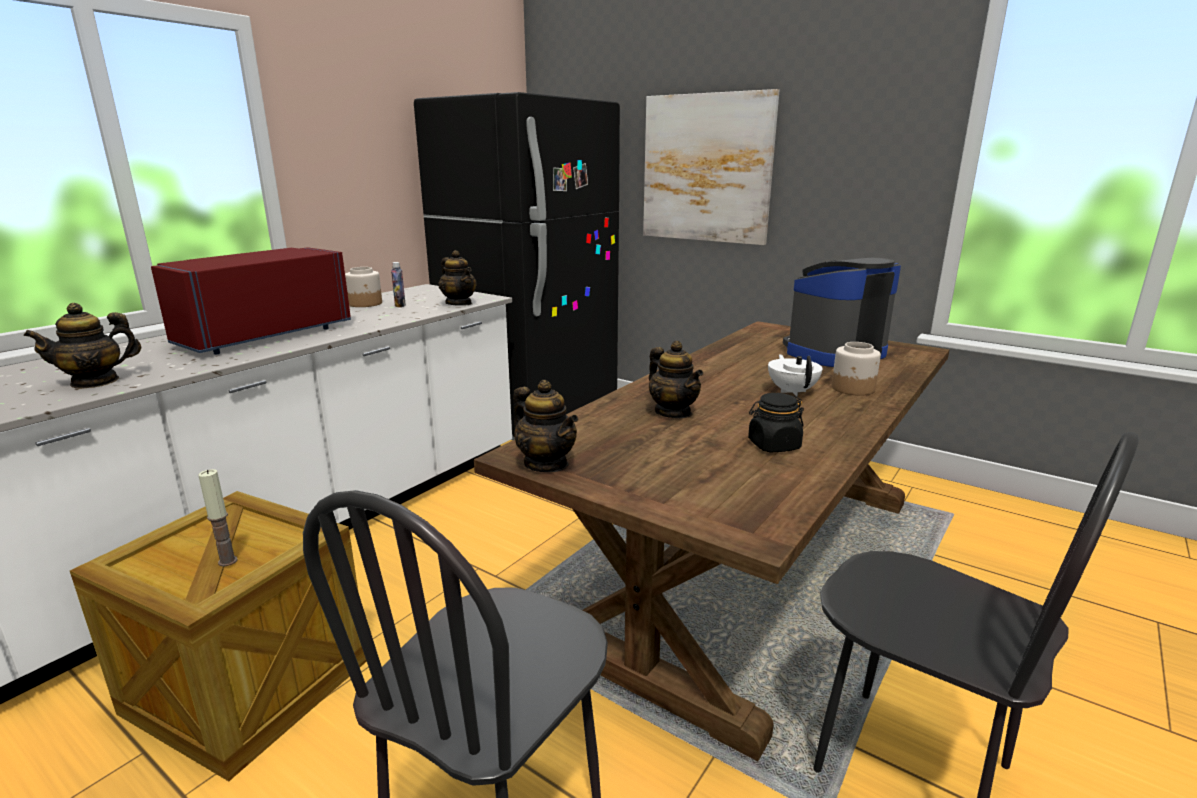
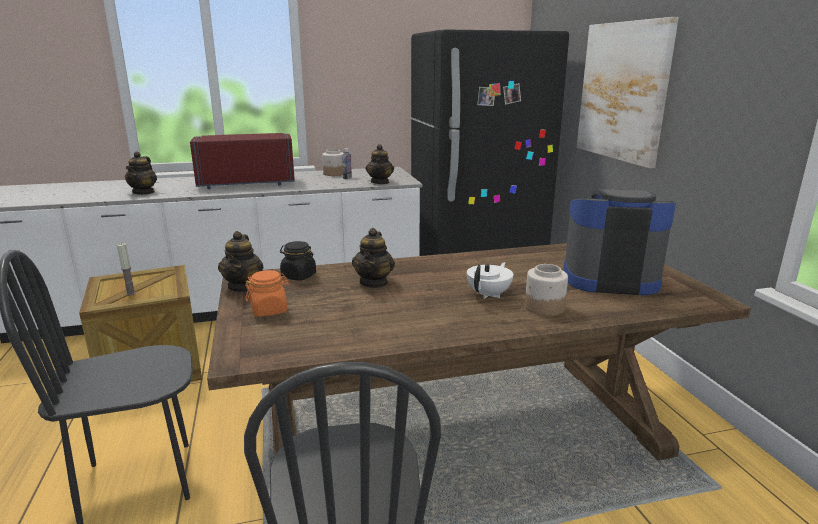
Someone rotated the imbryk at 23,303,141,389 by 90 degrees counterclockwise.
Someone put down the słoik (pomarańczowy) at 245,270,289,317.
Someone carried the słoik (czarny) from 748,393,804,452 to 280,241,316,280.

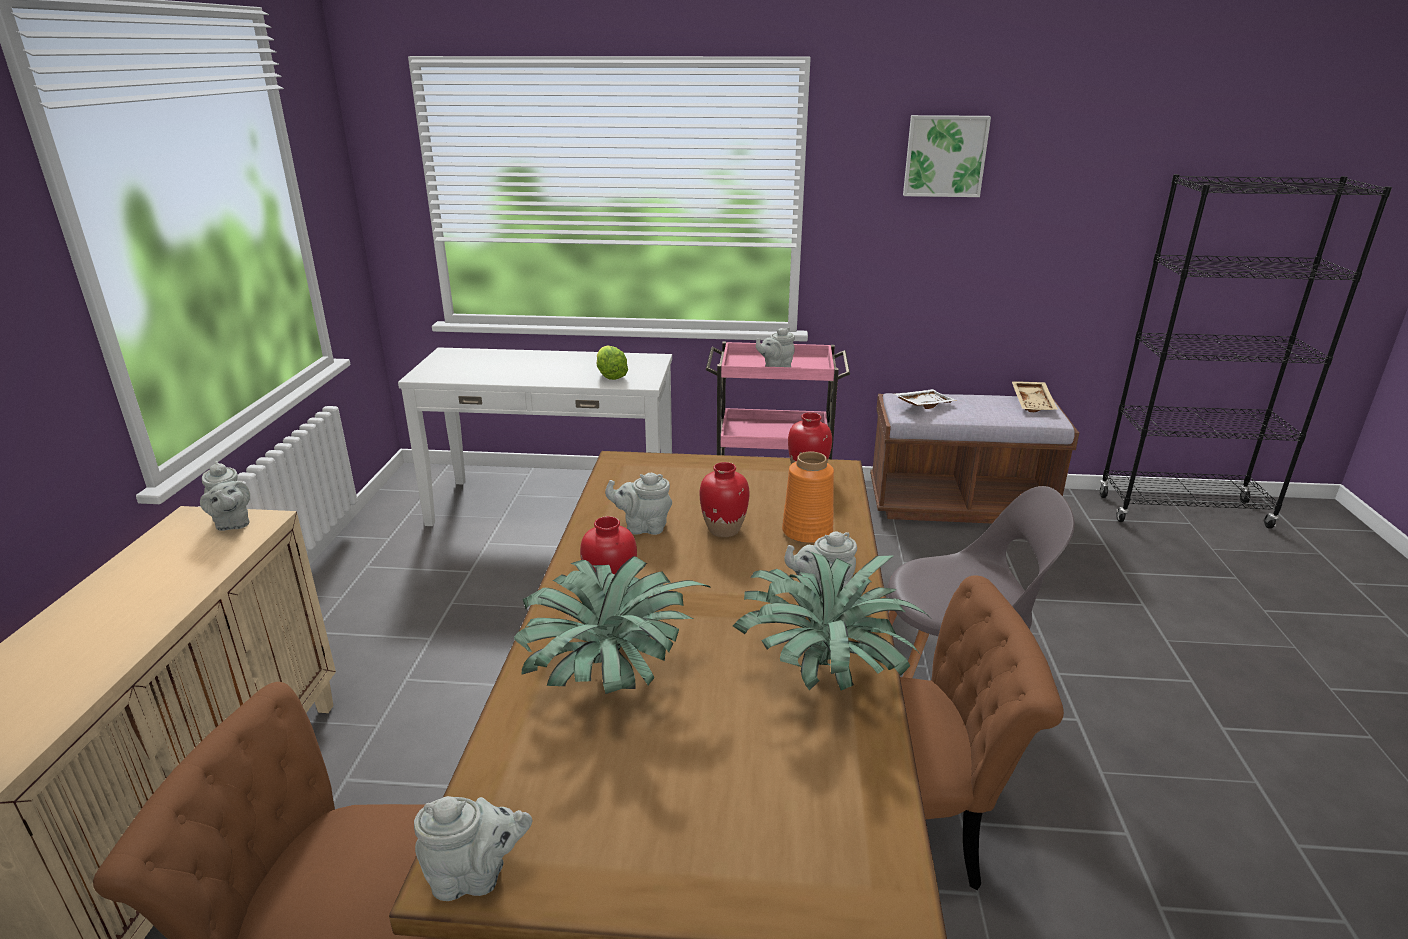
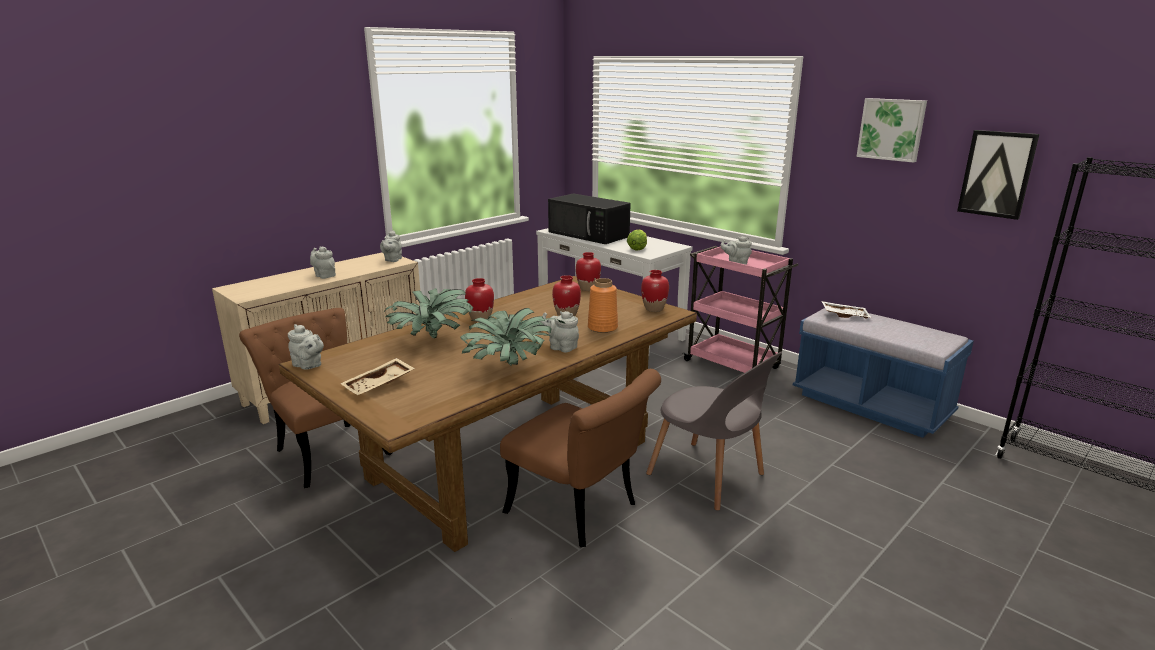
Someone carried the imbryk (szary) from 605,473,672,535 to 310,246,336,279.
Someone carried the taca (beżowy) from 1012,381,1057,412 to 341,358,415,395.
Someone put down the mikrofalówka (czarny) at 548,193,631,244.
Someone put down the wazon (czerwony) at 576,252,601,291.
Someone repainted the ławka (brązowy) at 870,393,1079,523, which became the ławka (niebieski) at 793,308,974,438.
Someone put up the obraz at 957,130,1040,220.

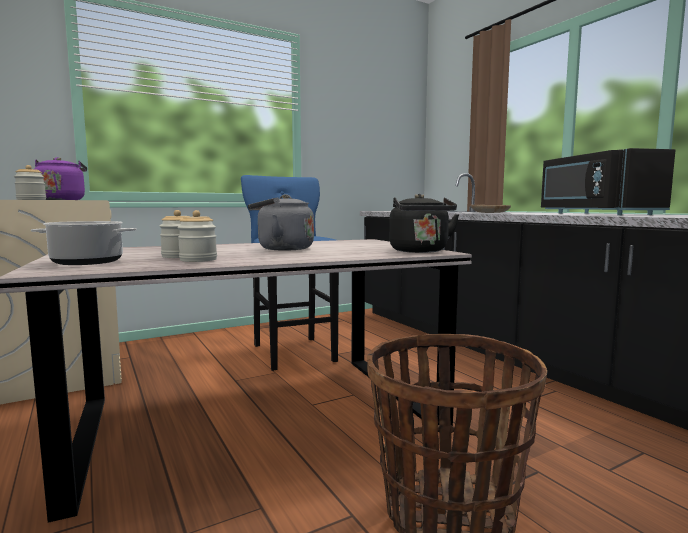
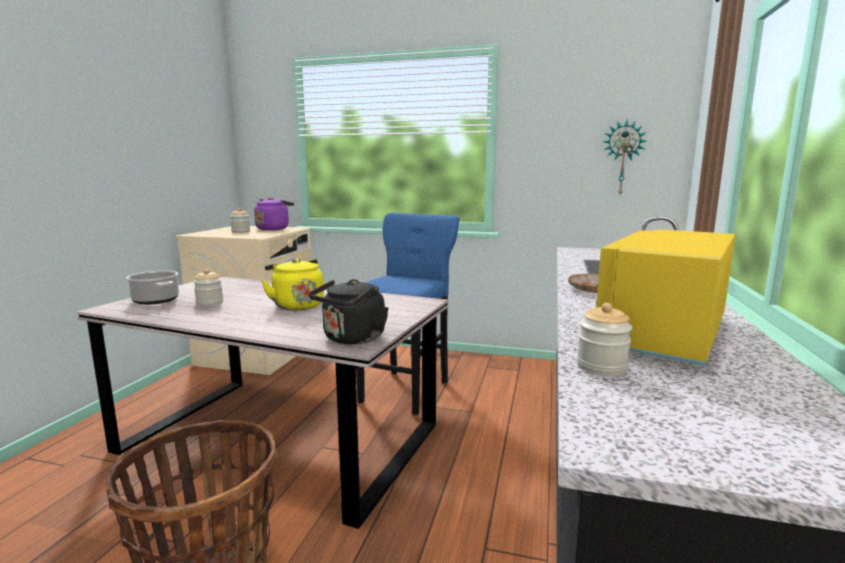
Someone repainted the czajnik (szary) at 248,194,314,251, which became the czajnik (żółty) at 261,258,324,310.
Someone carried the słoik from 177,210,217,262 to 577,303,633,376.
Someone repainted the mikrofalówka (czarny) at 541,148,675,215, which became the mikrofalówka (żółty) at 596,229,735,366.
Someone put up the zegar ścienny at 603,120,647,195.

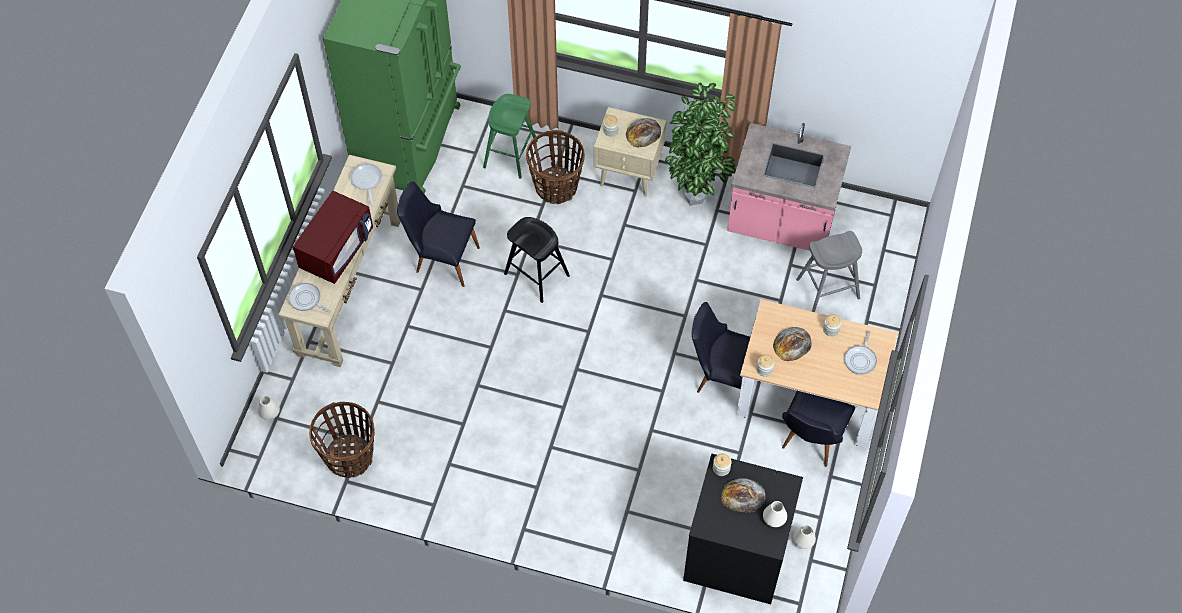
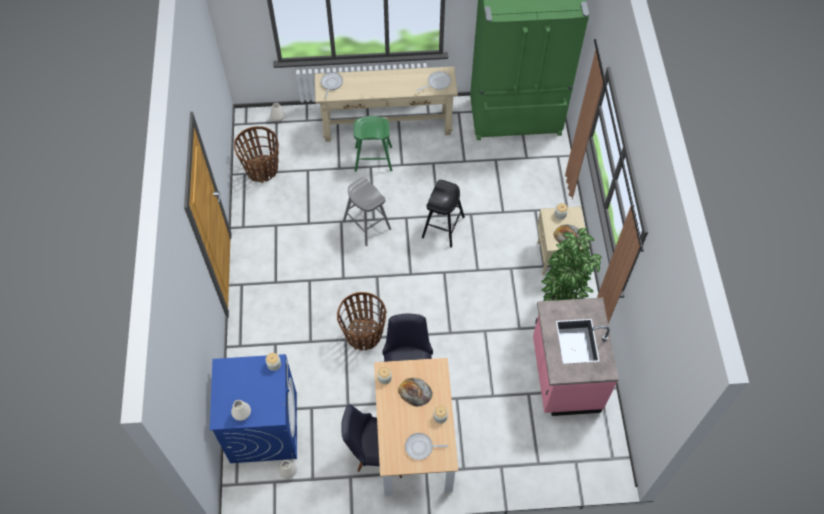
Someone repainted the pralka (czarny) at 683,454,803,604, which became the pralka (niebieski) at 210,354,297,463.
Someone carried the koszyk from 526,130,585,204 to 337,292,387,350.
Someone carried the stołek (szary) from 796,231,862,312 to 343,177,391,246.
Someone carried the stołek (zielony) from 483,94,538,179 to 354,116,392,172.
Someone took away the mikrofalówka (czerwony) at 293,191,373,284.
Someone took away the krzesło (czarny) at 397,182,480,287.
Someone took away the chleb at 721,478,766,513.

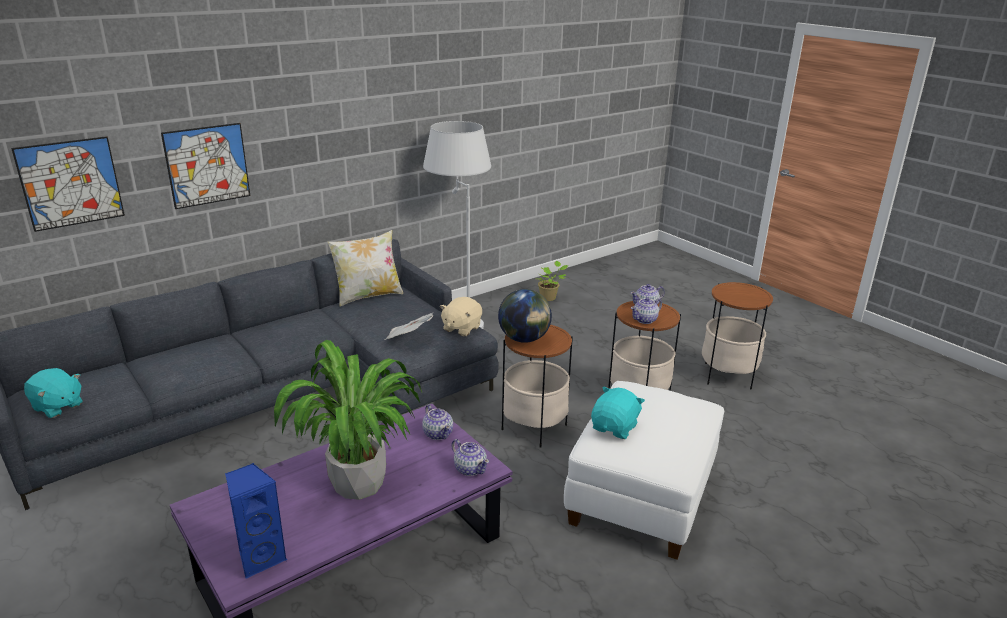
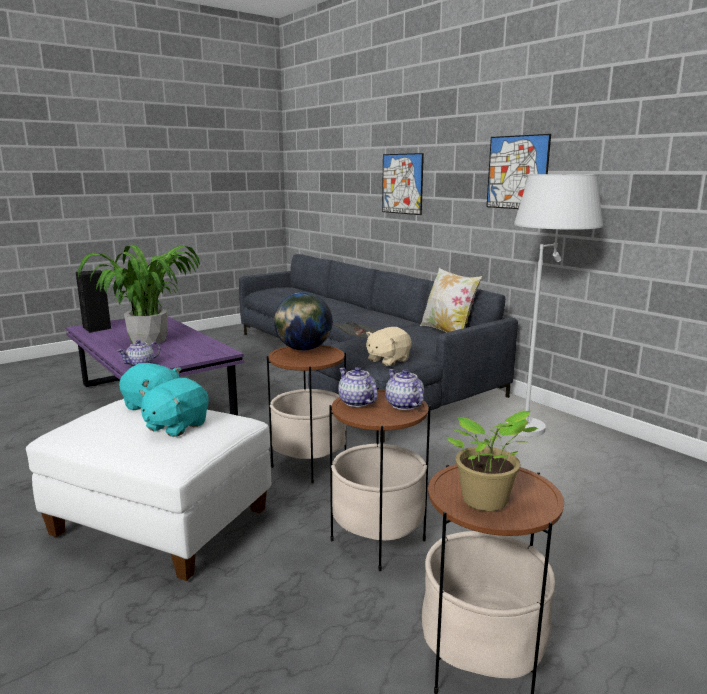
Someone repainted the głośnik (niebieski) at 225,463,288,579, which became the głośnik (czarny) at 76,270,111,333.
Someone carried the pluszak (turkusowy) from 24,368,83,418 to 139,378,209,437.
Someone rotated the pluszak (beżowy) at 440,297,482,337 by 75 degrees counterclockwise.
Someone carried the roślina doniczkowa from 538,261,569,301 to 447,411,538,511.
Someone carried the obraz from 11,136,125,232 to 487,134,551,209.
Someone took away the imbryk at 422,405,453,440.

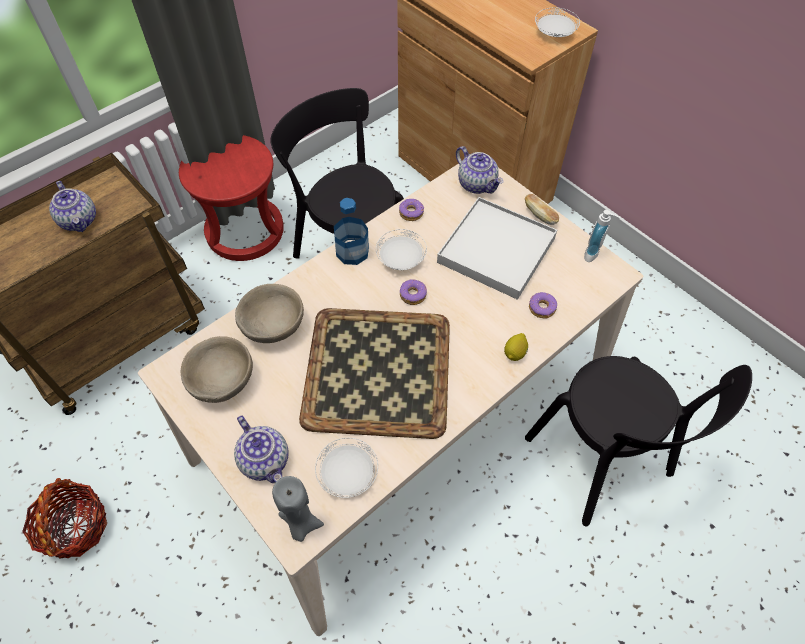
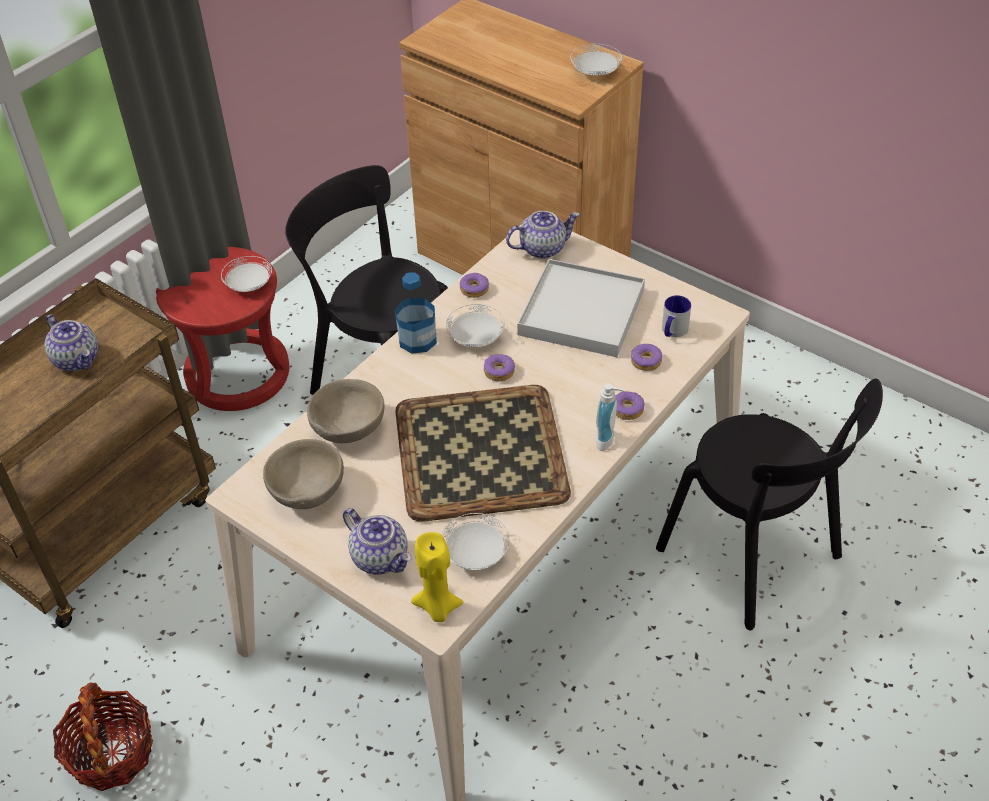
Someone put down the talerz (biały) at 221,256,272,292.
Someone repainted the świeca (szary) at 272,476,324,542, which became the świeca (żółty) at 411,532,464,622.
Someone rotated the imbryk at 456,146,503,194 by 60 degrees counterclockwise.
Someone carried the dozownik mydła from 584,210,620,262 to 596,384,625,451.
Someone swapped the cytryna at 504,333,528,361 for the donut at 616,391,645,420.
Someone put down the kubek at 662,295,691,337.
Someone took away the chleb at 525,194,559,225.

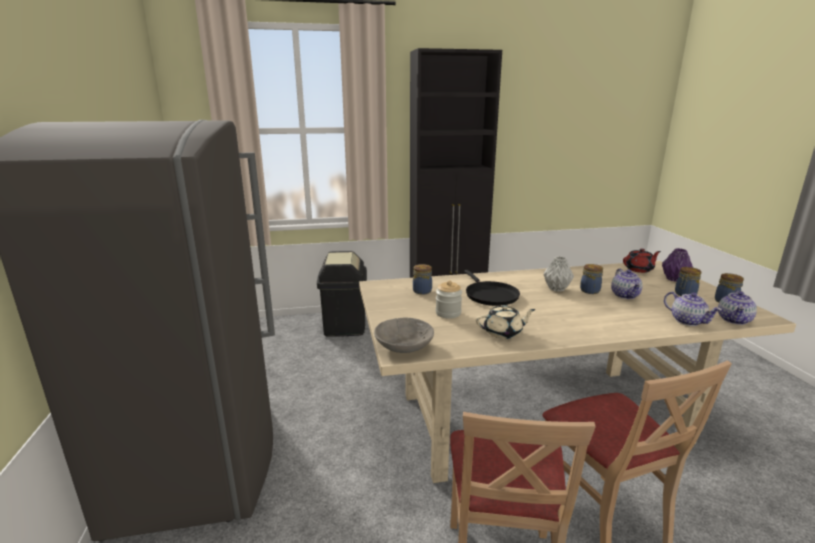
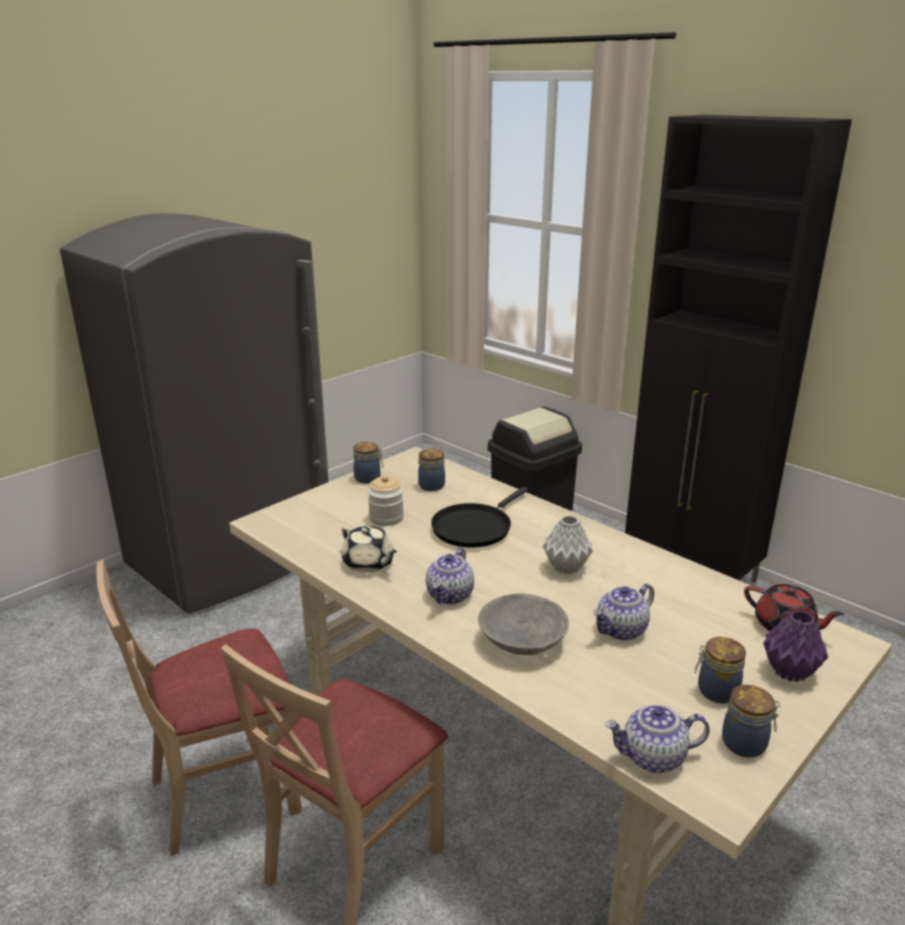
Someone carried the słoik from 580,264,603,294 to 353,442,383,484.
Someone carried the imbryk from 664,292,722,326 to 426,547,474,604.
Someone carried the miska (szary) from 374,317,434,353 to 478,593,569,655.

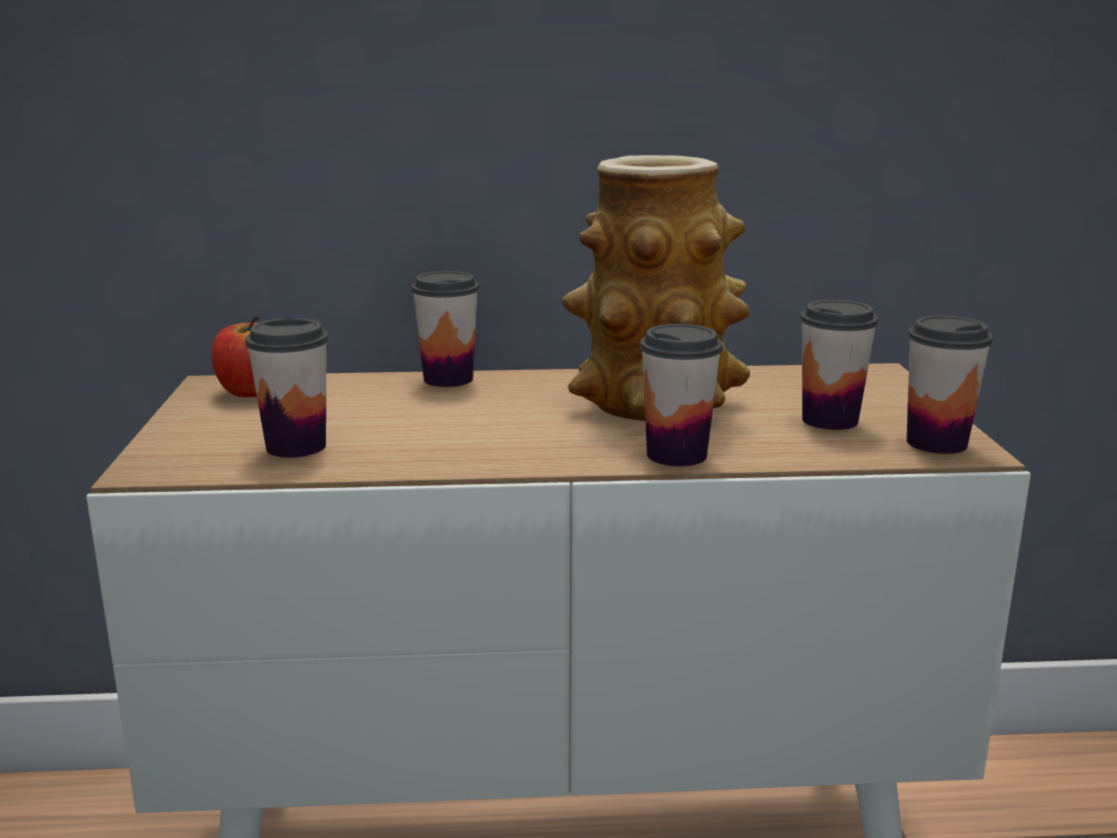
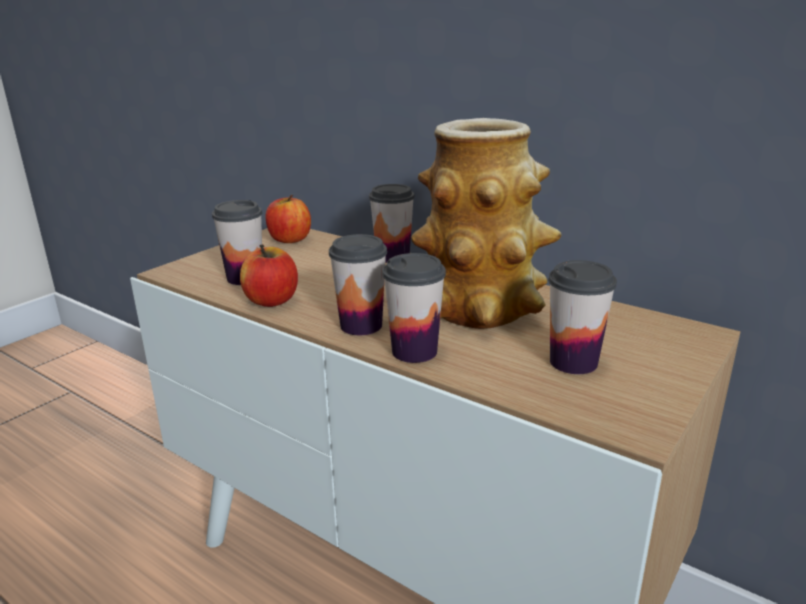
Someone put down the jabłko at 240,244,298,307.
Someone carried the filiżanka from 907,316,993,454 to 329,234,387,335.

